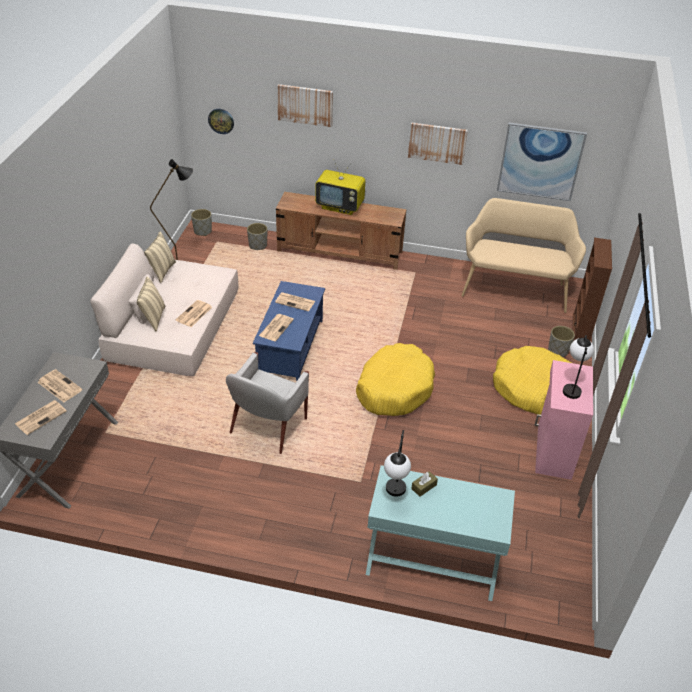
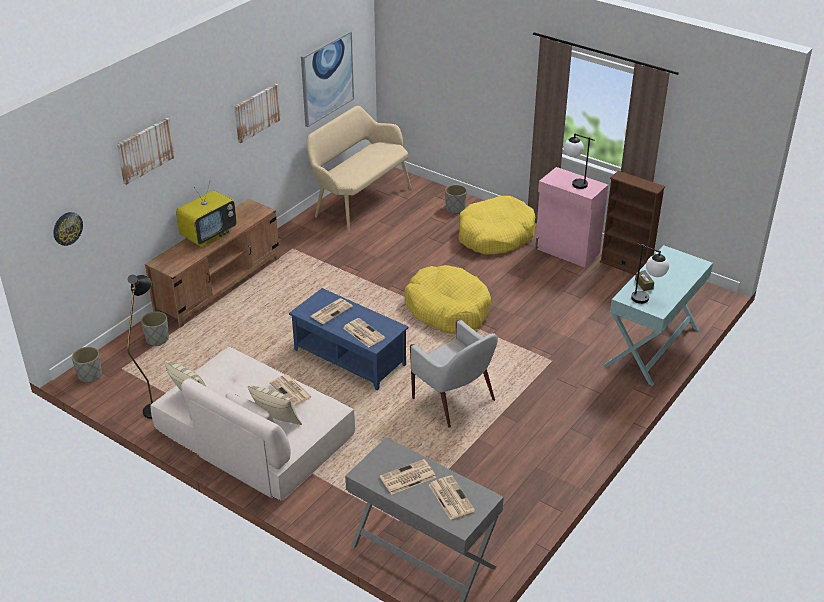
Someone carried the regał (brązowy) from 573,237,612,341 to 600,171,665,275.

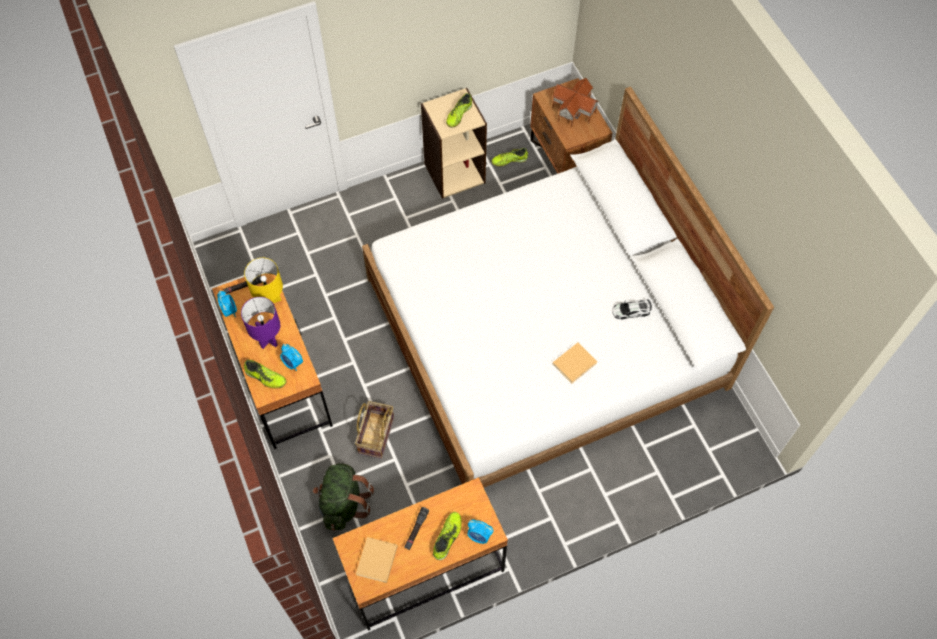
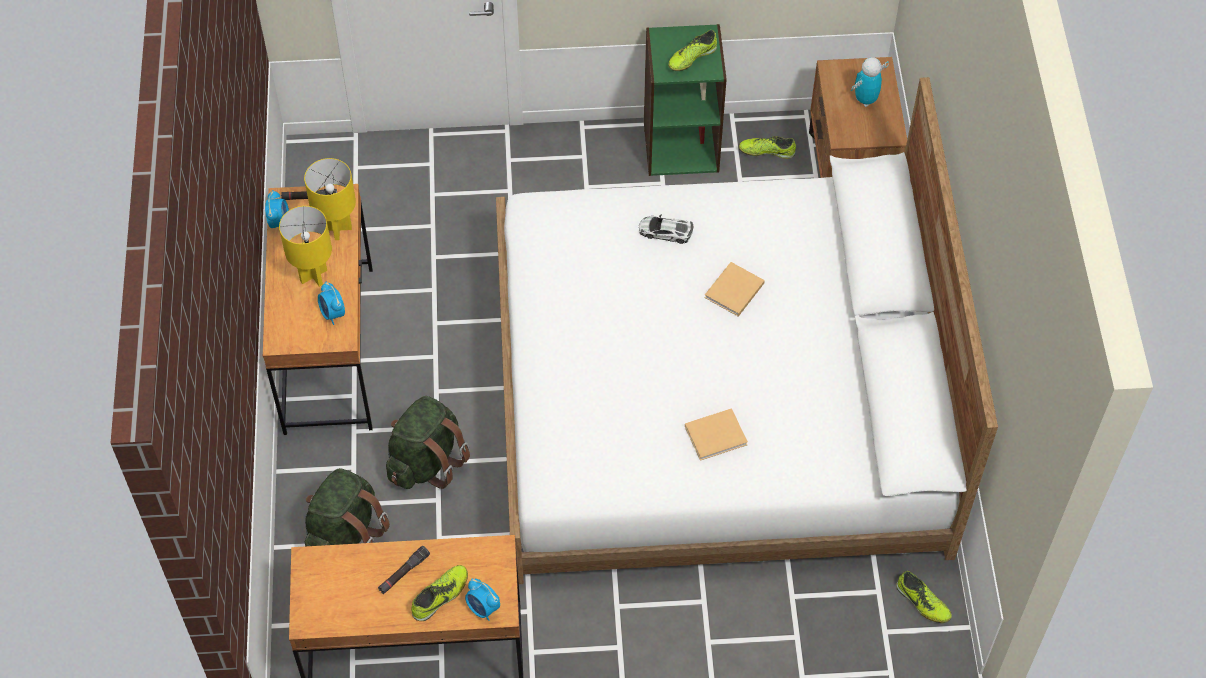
Someone repainted the lampa stołowa (fioletowy) at 241,297,280,349, which became the lampa stołowa (żółty) at 279,206,332,287.
Someone swapped the koszyk at 355,401,394,459 for the plecak (zielony) at 386,396,470,489.
Someone carried the samochodzik from 612,299,652,319 to 639,215,693,244.
Someone repainted the regał (beżowy) at 421,88,487,199, which became the regał (zielony) at 644,24,727,176.
Someone carried the książka (beżowy) from 356,537,398,583 to 705,262,765,317.
Someone swapped the domek at 552,78,599,128 for the robot zabawkowy at 851,57,889,107.
Someone carried the but from 244,360,287,388 to 896,571,952,623.

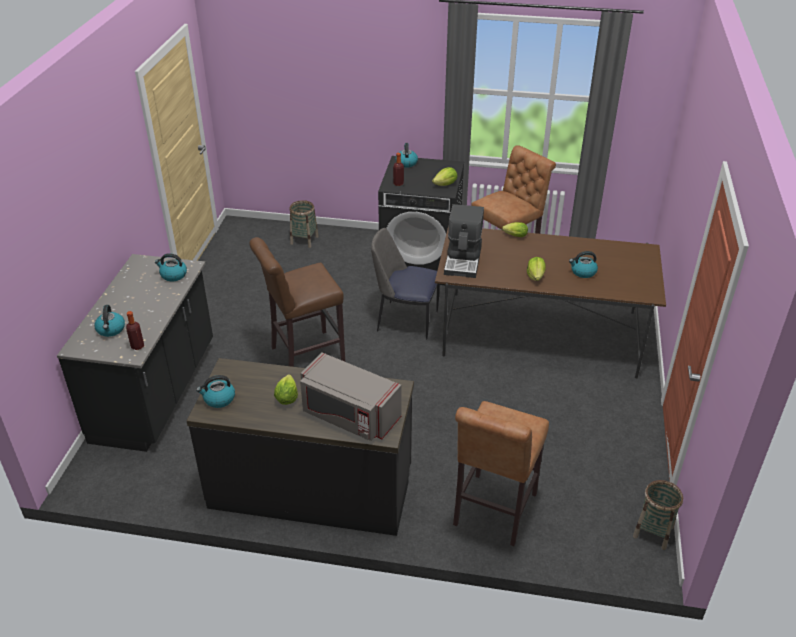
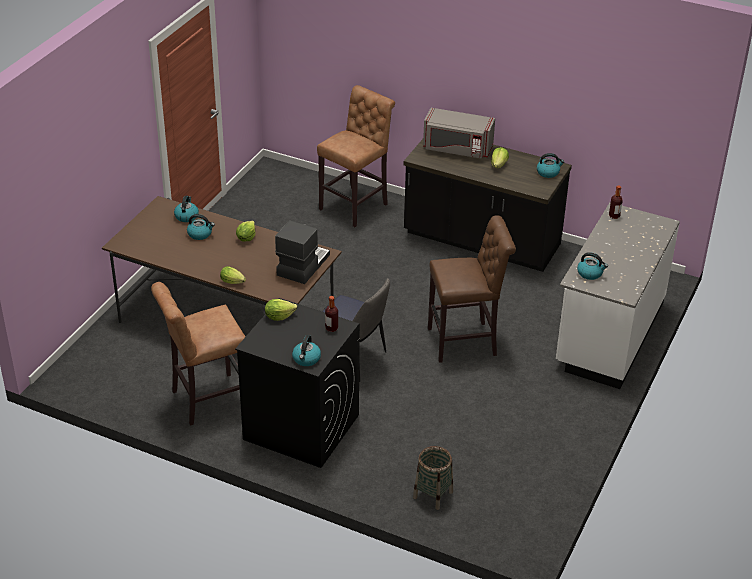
Someone carried the czajnik from 94,305,125,337 to 174,196,199,222.
Someone rotated the mikrofalówka (szary) at 300,353,401,441 by 150 degrees clockwise.
Someone repainted the zabudowa kuchenna (czarny) at 57,254,213,452, which became the zabudowa kuchenna (biały) at 556,202,680,389.
Someone took away the koszyk at 633,480,683,550.

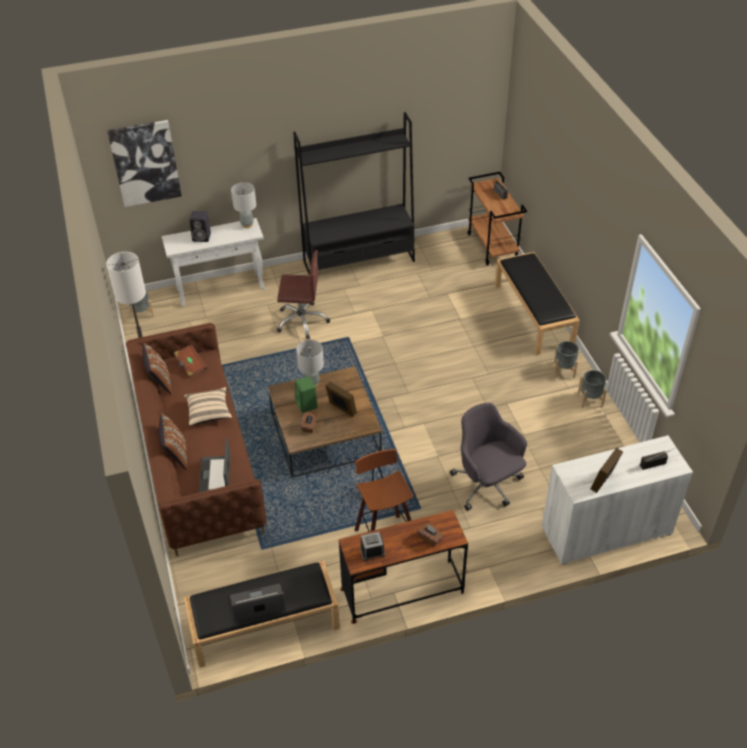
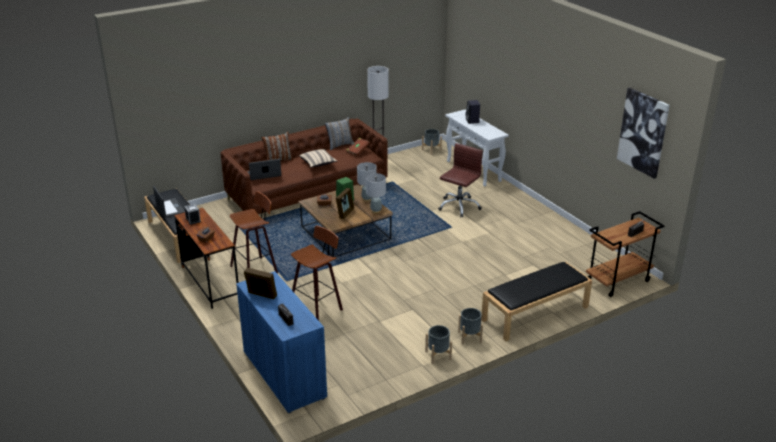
Someone repainted the szafka (biały) at 542,435,693,565, which became the szafka (niebieski) at 236,271,327,414.
Someone swapped the krzesło biurowe (szary) at 450,403,527,511 for the stołek at 291,226,343,321.
Someone repainted the poduszka (brązowy) at 142,343,172,394, which became the poduszka (szary) at 325,117,354,150.
Someone carried the lampa stołowa (szary) from 231,182,256,228 to 366,173,386,213.
Someone rotated the krzesło biurowe (brązowy) at 277,250,330,340 by 135 degrees counterclockwise.
Someone carried the obraz from 107,120,182,207 to 617,87,670,179.
Someone took away the regał (czarny) at 293,112,415,274.

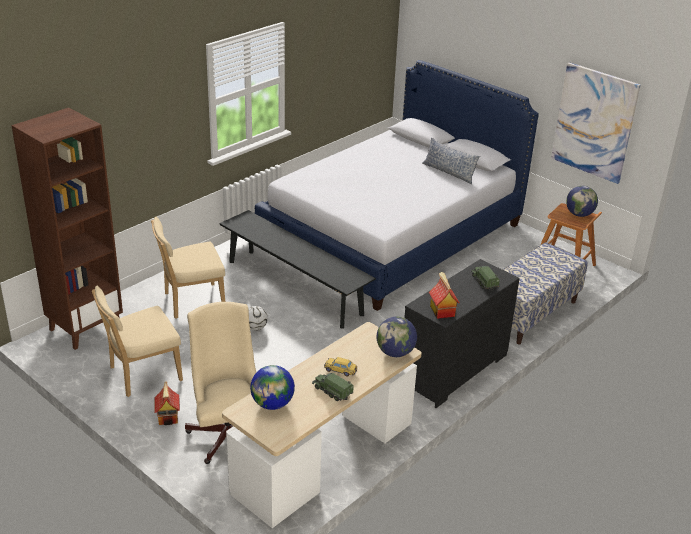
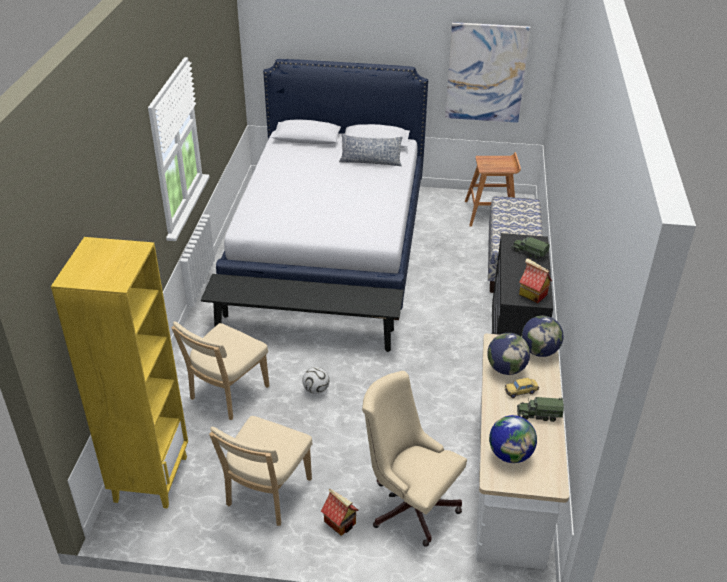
Someone repainted the regał (brązowy) at 11,108,123,350, which became the regał (żółty) at 51,237,188,508.
Someone carried the globus from 566,186,598,217 to 487,333,530,375.

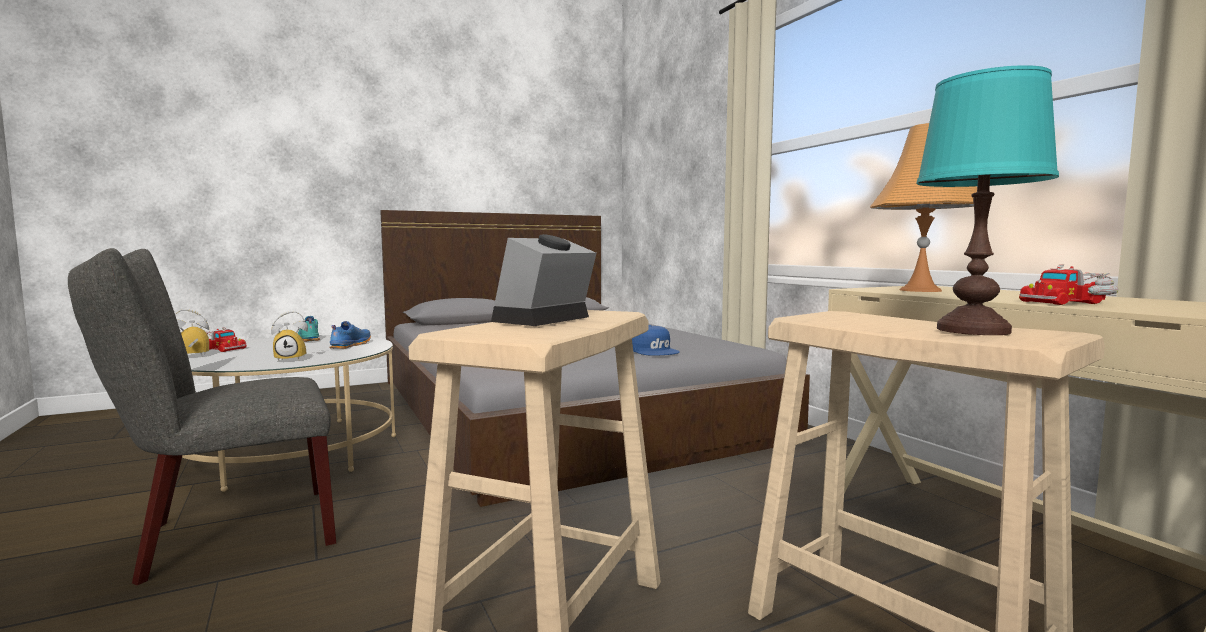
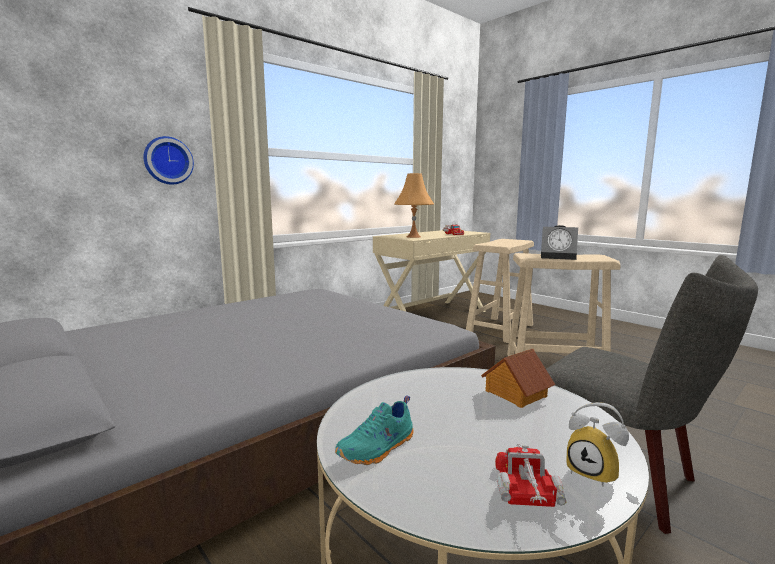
Someone put up the zegar ścienny at 143,136,194,185.
Someone swapped the budzik at 271,311,308,362 for the domek at 481,349,555,408.
Someone took away the but (niebieski) at 329,321,371,349.
Someone took away the czapka z daszkiem (niebieski) at 632,325,680,356.
Someone took away the lampa stołowa (turkusowy) at 916,65,1059,335.

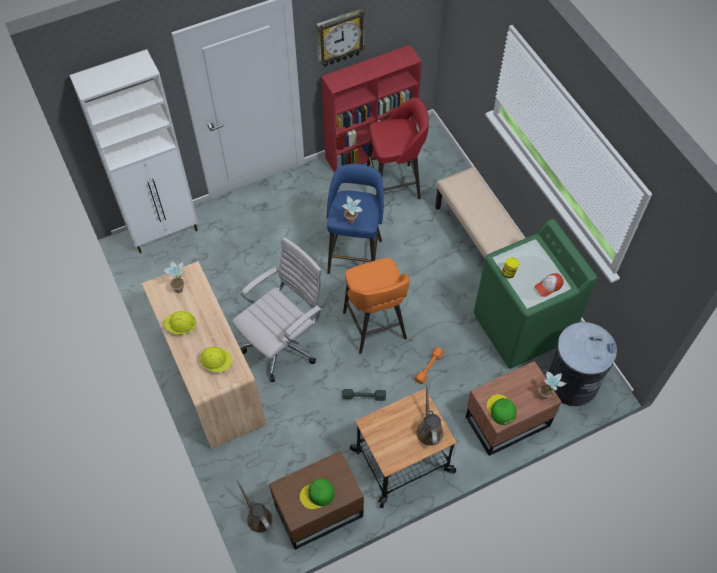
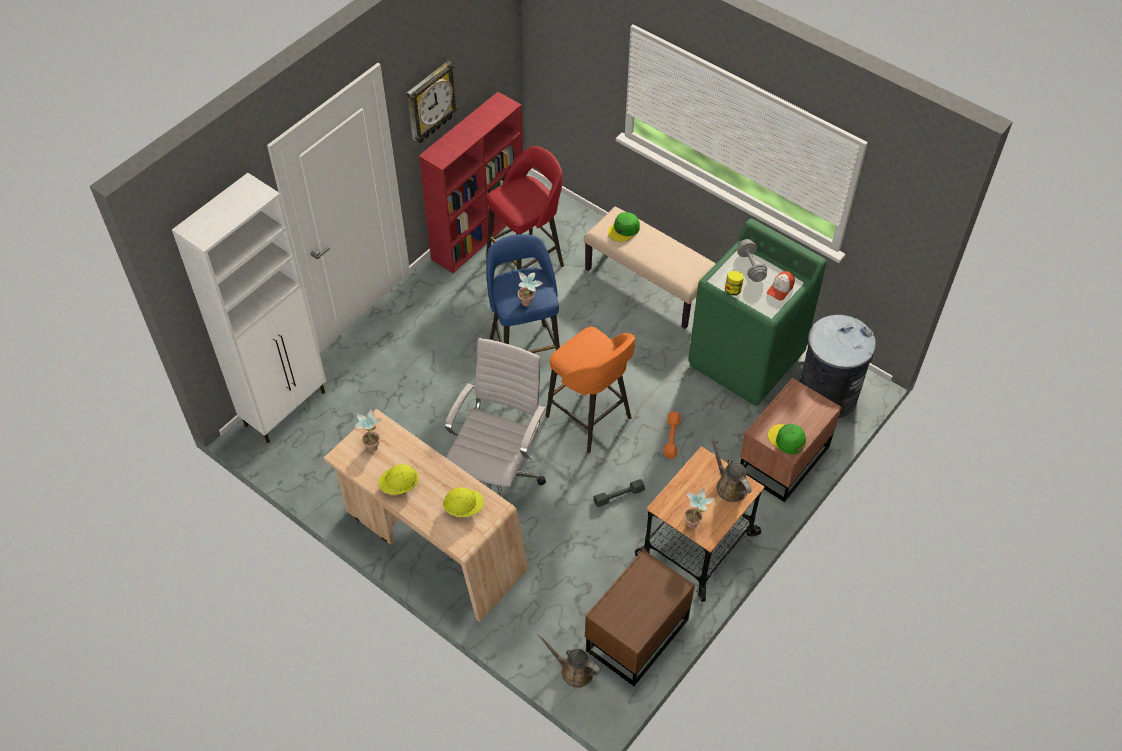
Someone carried the czapka z daszkiem (zielony) from 300,479,335,510 to 608,212,640,242.
Someone carried the roślina doniczkowa from 539,371,566,399 to 684,489,715,528.
Someone put down the hantel (szary) at 737,239,767,282.

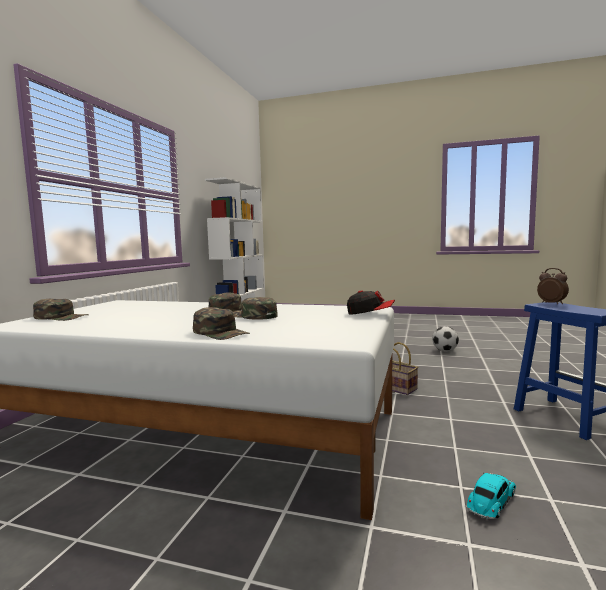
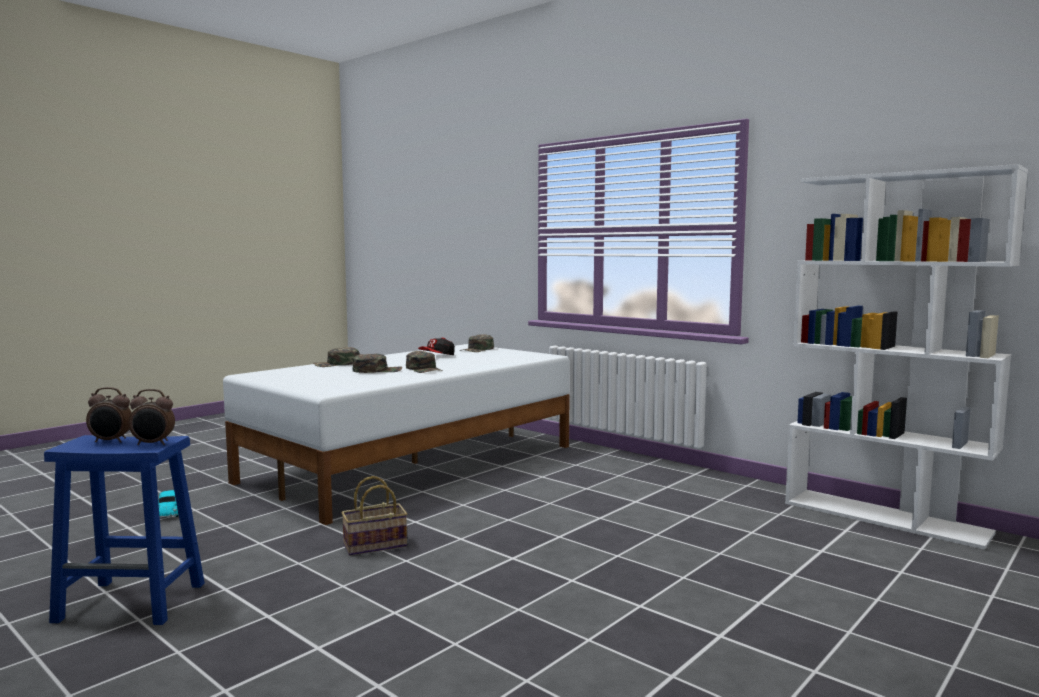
Someone put down the budzik at 86,387,132,443.
Someone carried the czapka z daszkiem from 347,290,395,315 to 418,338,455,355.
Someone took away the piłka futbolowa at 432,326,459,351.

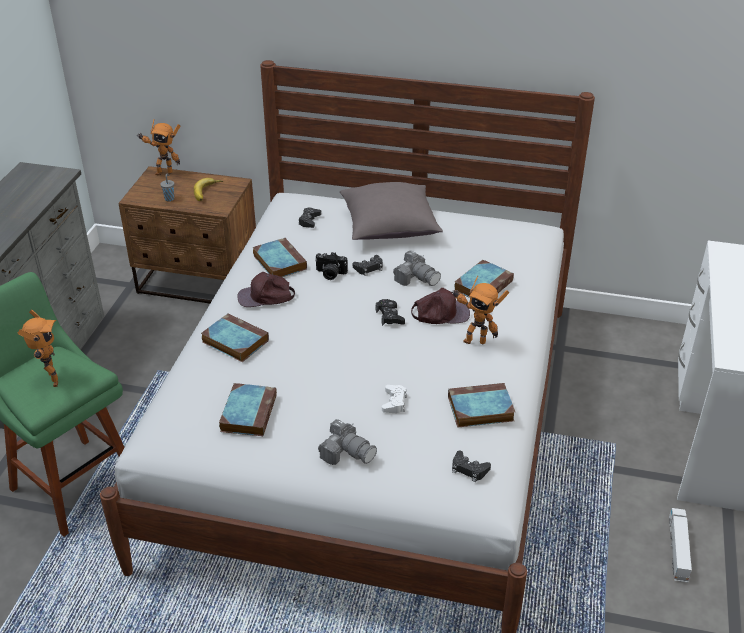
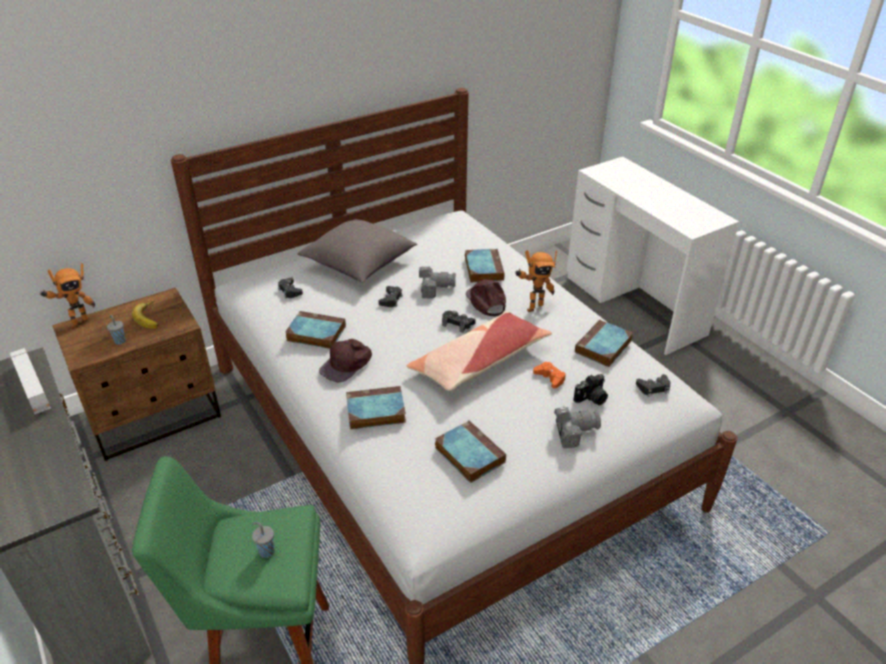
Someone carried the ciężarówka zabawkowa from 669,508,692,582 to 10,348,51,414.
Someone swapped the robot zabawkowy at 18,310,58,387 for the filiżanka (szary) at 252,522,274,558.
Someone put down the poduszka at 406,311,552,391.
Someone rotated the czapka z daszkiem (brązowy) at 411,288,470,324 by 60 degrees counterclockwise.
Someone repainted the pad do gier (biały) at 382,385,407,413, which became the pad do gier (pomarańczowy) at 533,362,566,389.
Someone carried the aparat fotograficzny from 315,252,348,280 to 573,374,608,405.

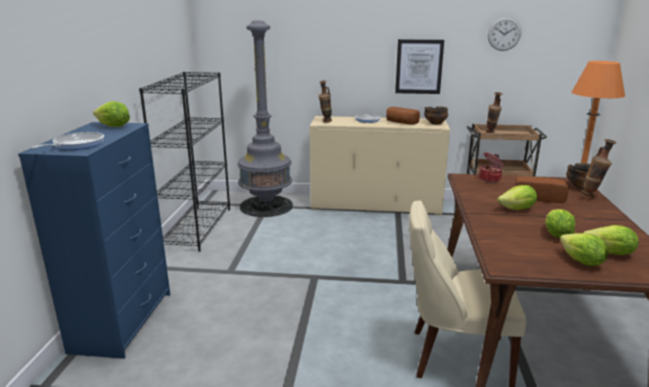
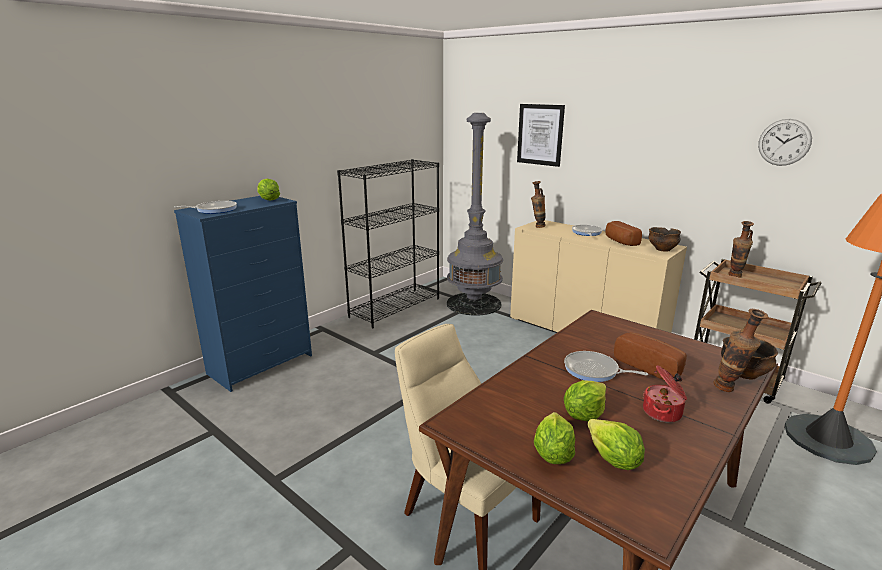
Someone carried the obraz from 395,39,444,94 to 517,104,565,167.
Someone swapped the sałata at 497,185,537,210 for the patelnia at 564,351,648,382.
Someone carried the garnek from 479,152,504,182 to 643,365,687,422.

